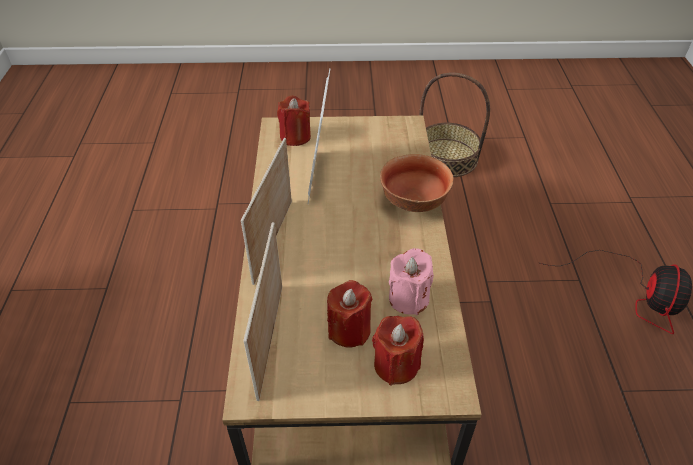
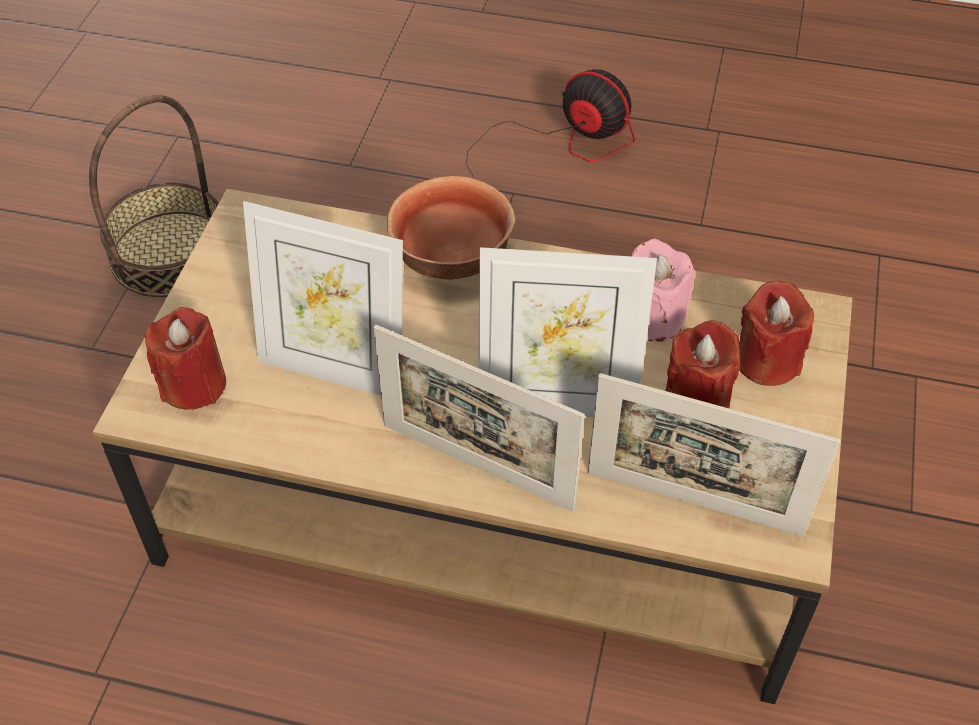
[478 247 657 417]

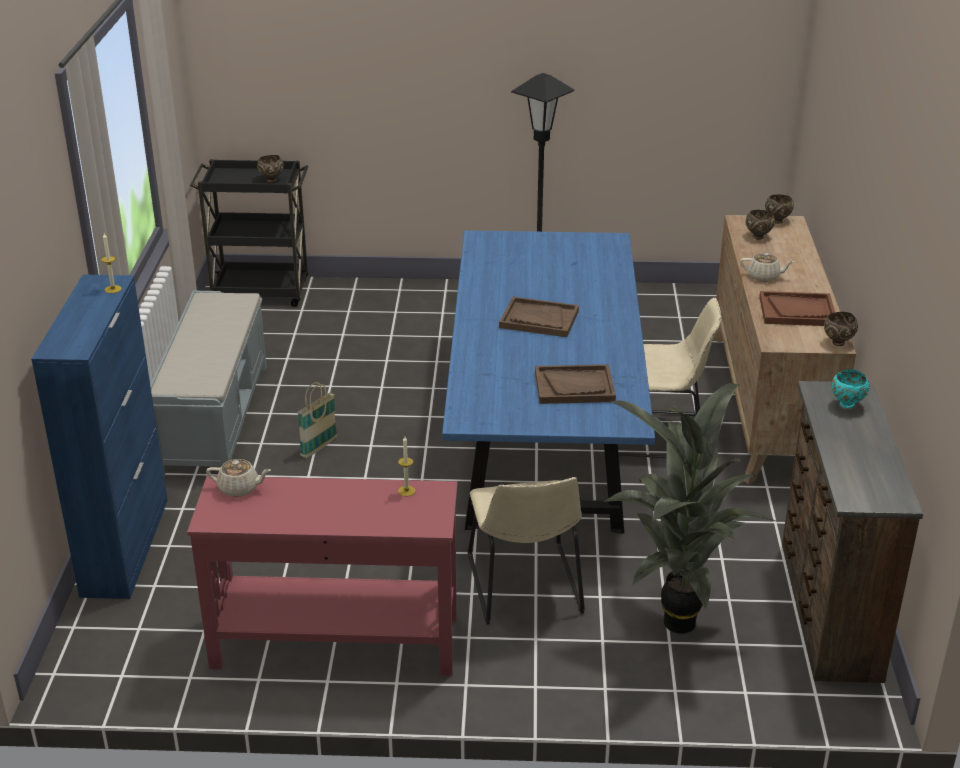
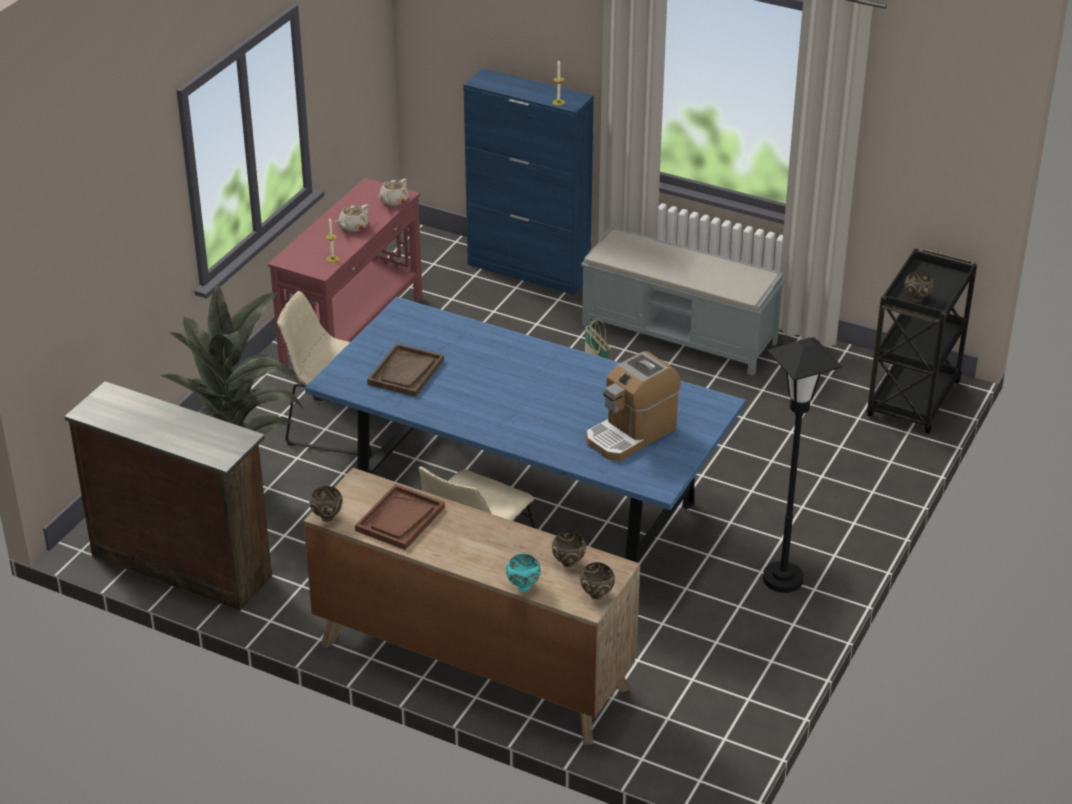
[335 204 369 232]
[499 297 579 337] (first image)
[506 554 541 591]
[586 351 681 461]

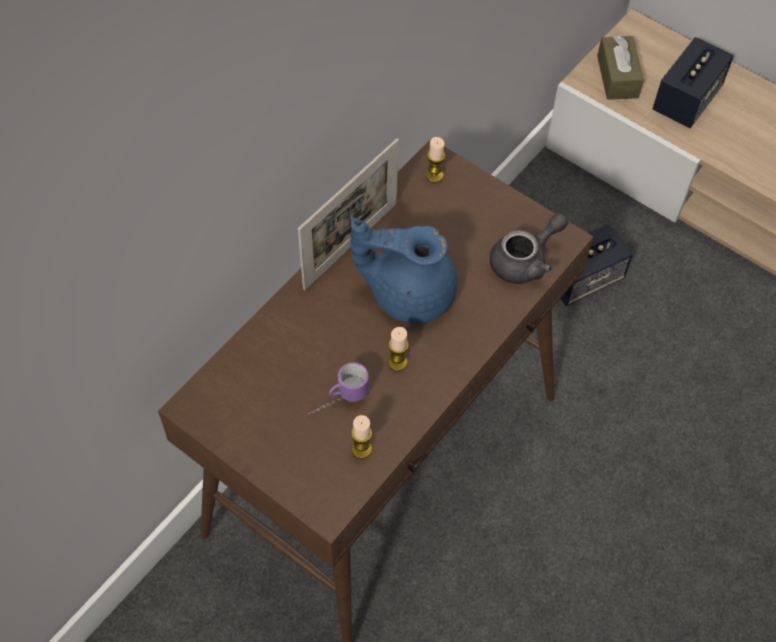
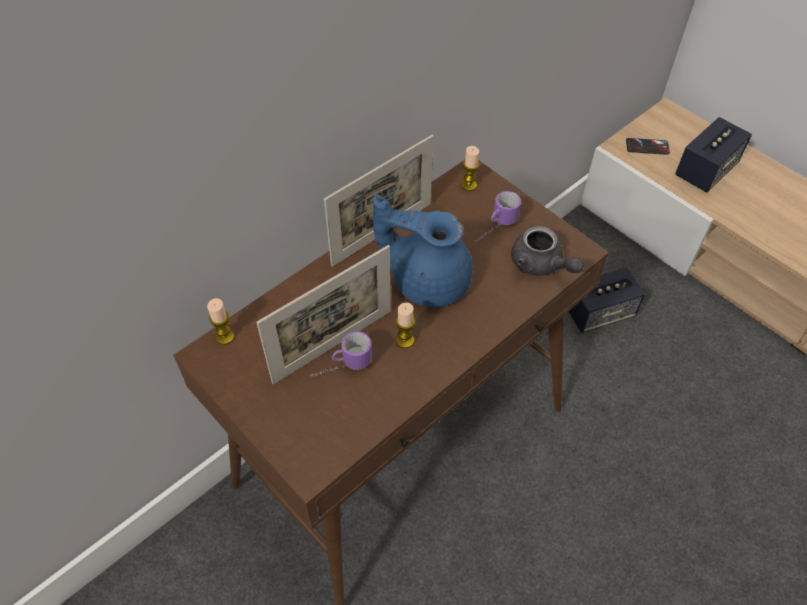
[626 138 670 155]
[511 226 584 276]
[207 298 234 345]
[475 191 521 243]
[256 245 391 384]

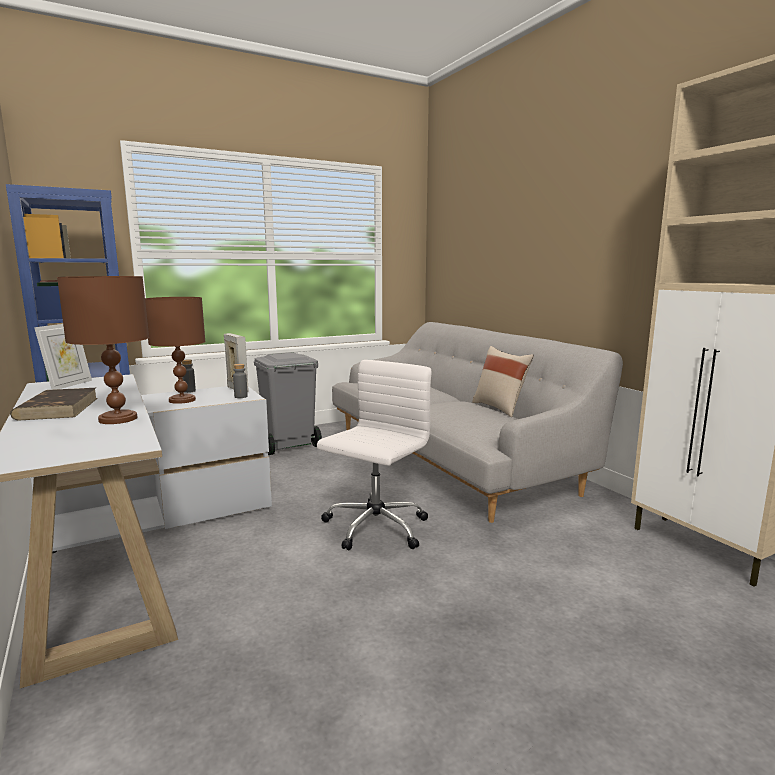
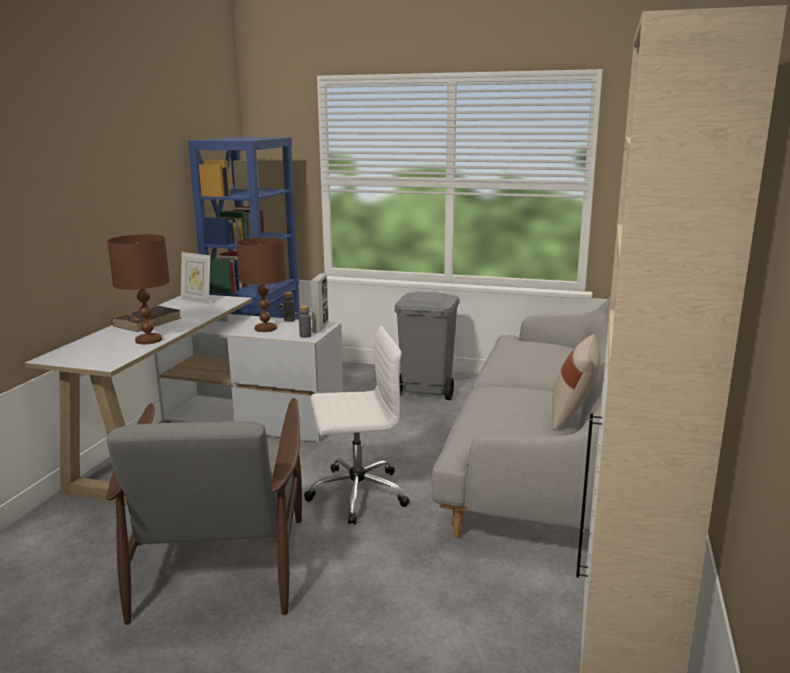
[181 252 210 304]
[106 398 302 625]

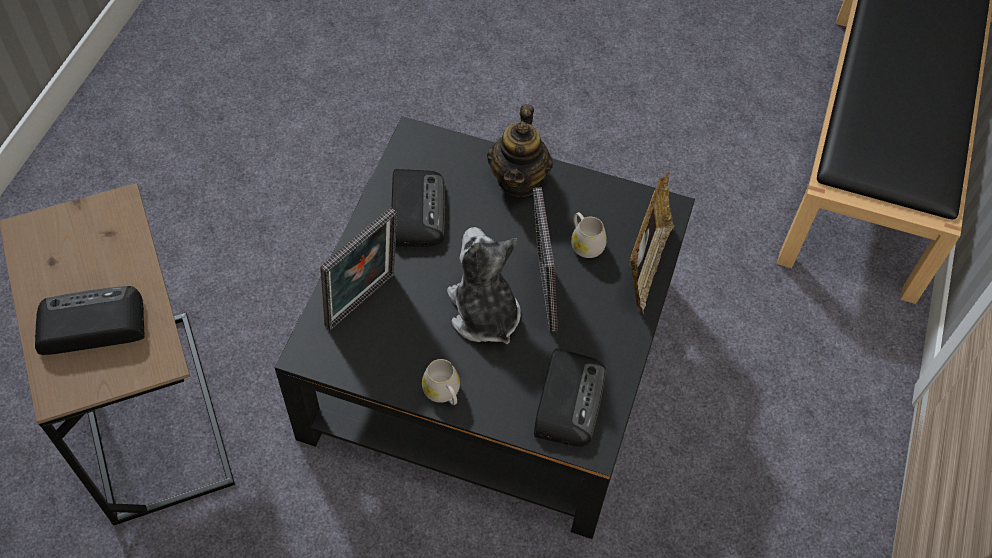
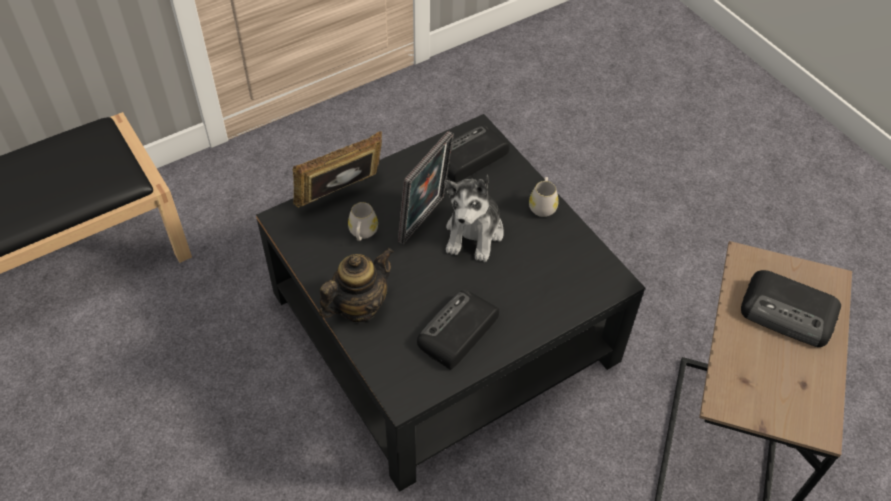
[320 207 397 330] (first image)

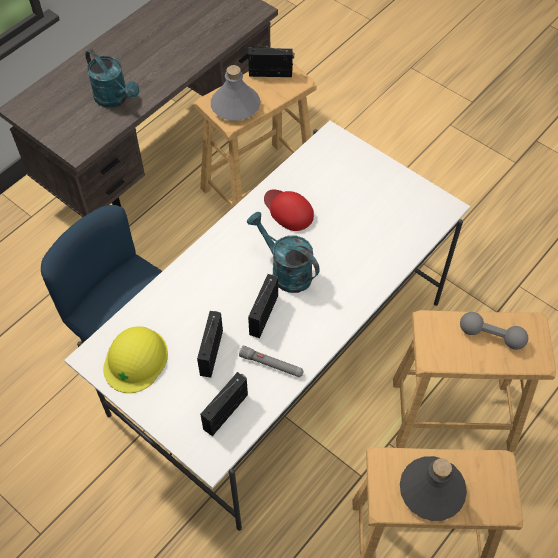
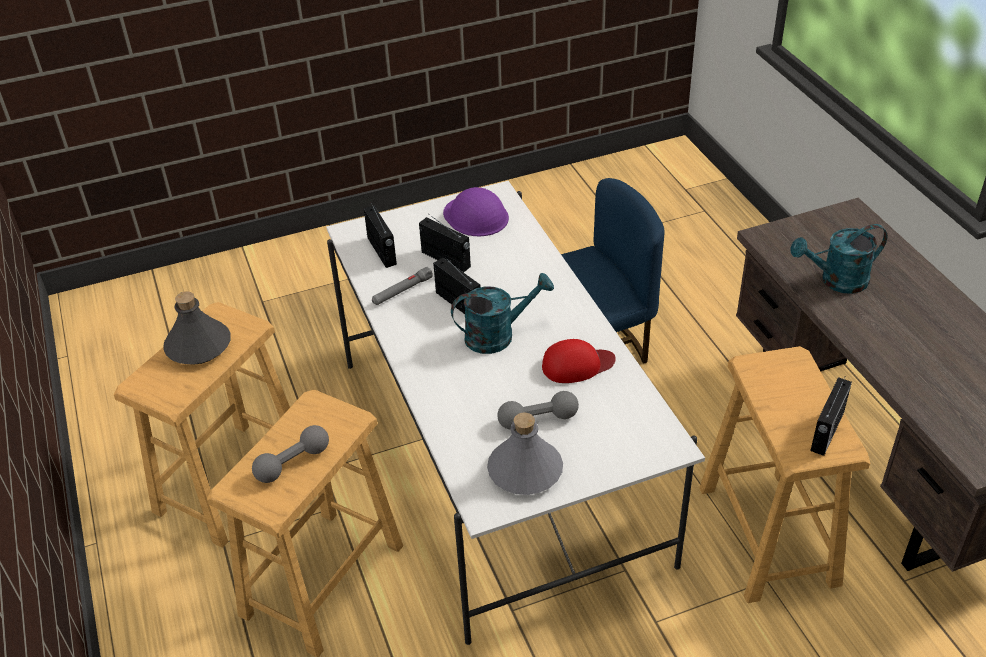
[487 413 563 495]
[443 187 509 236]
[497 391 579 430]

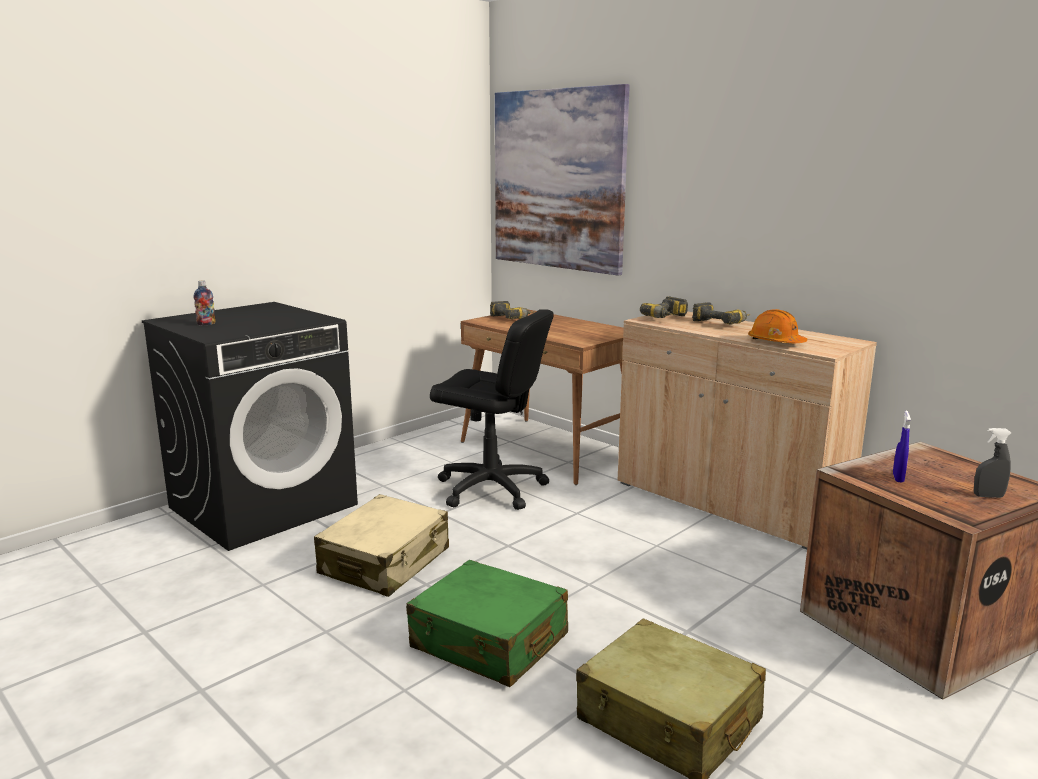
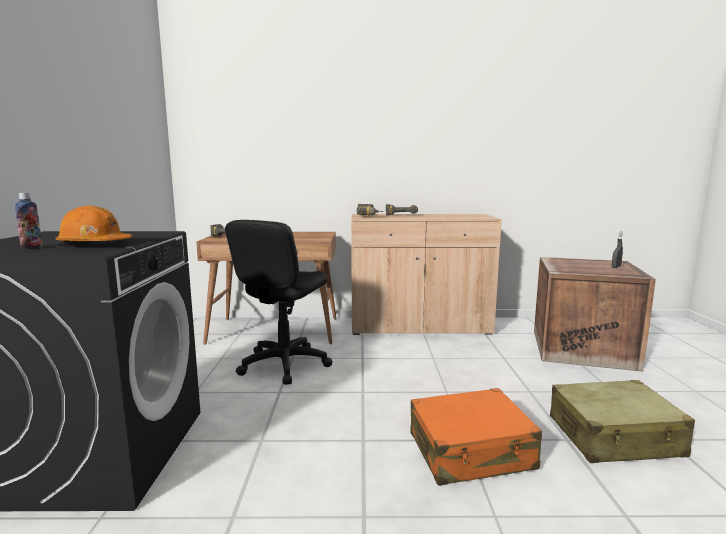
[495 84 630 275] (first image)
[225 220 333 385]
[56 205 132 245]
[893 410 911 482] (first image)
[314 494 449 597] (first image)
[410 388 542 486]

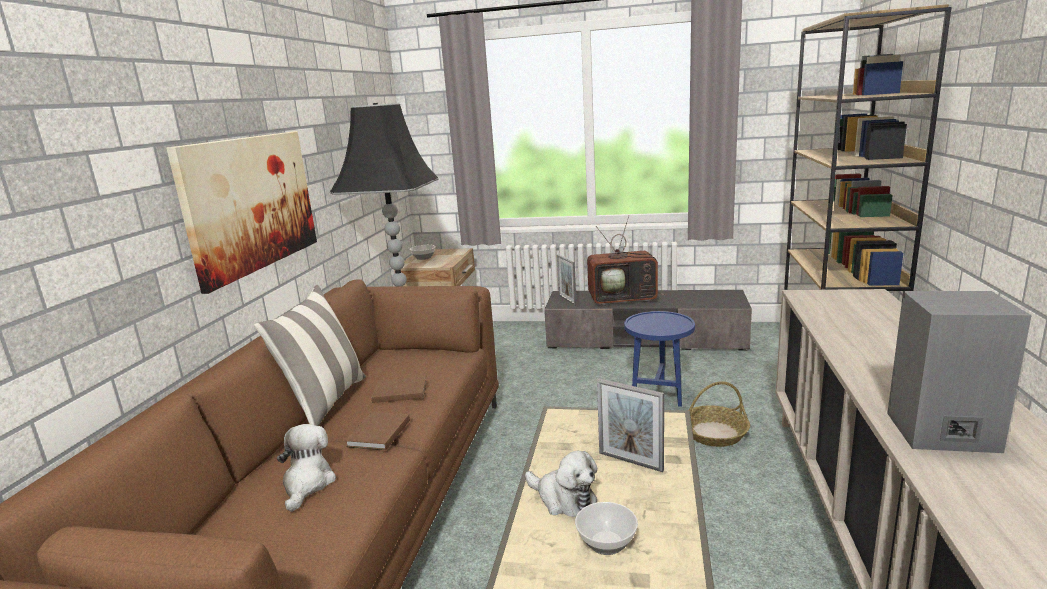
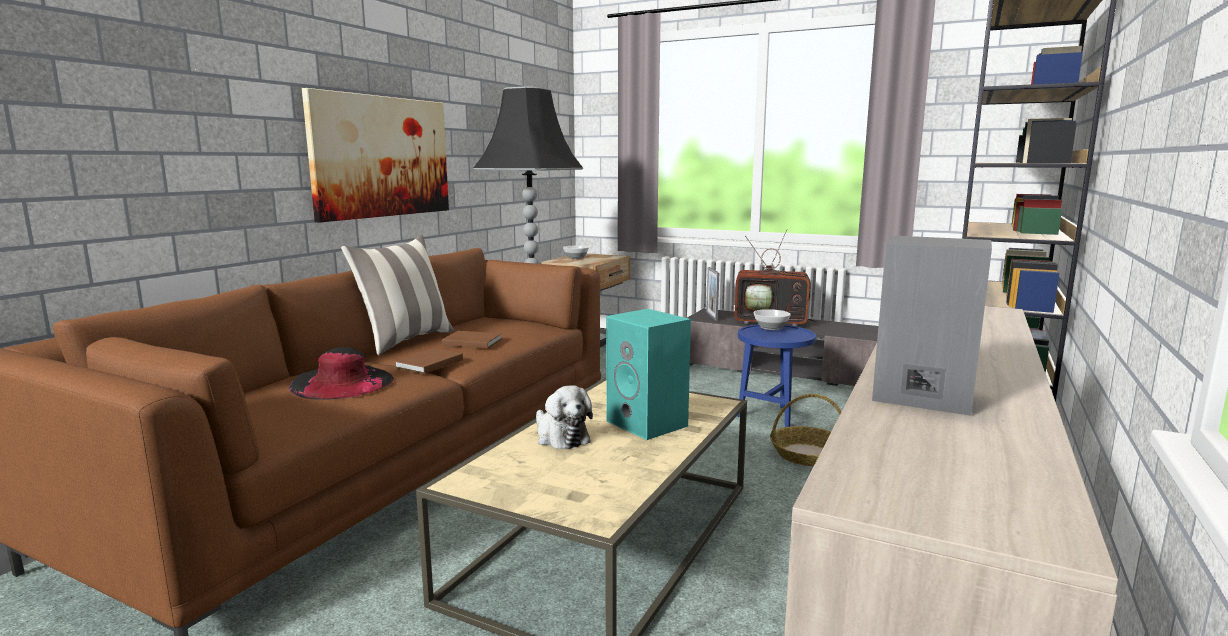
[606 309 691 440]
[288 347 394 400]
[754 309 791 330]

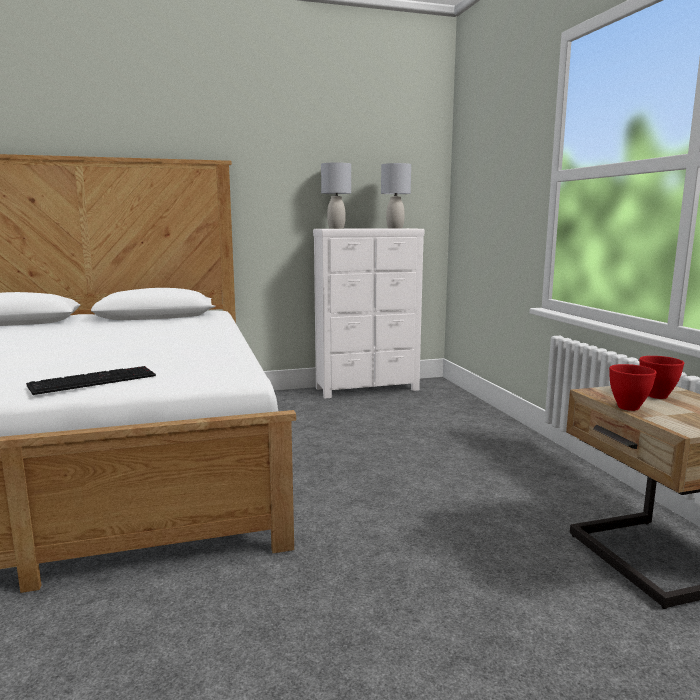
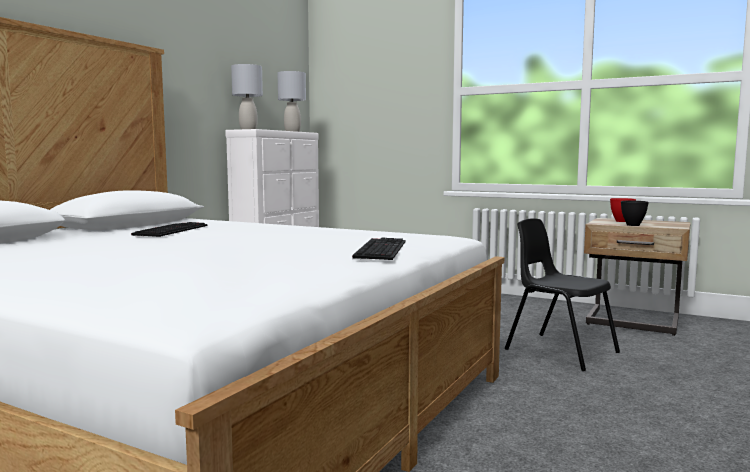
[621 201 649 226]
[505 218 620 371]
[131 222 207 237]

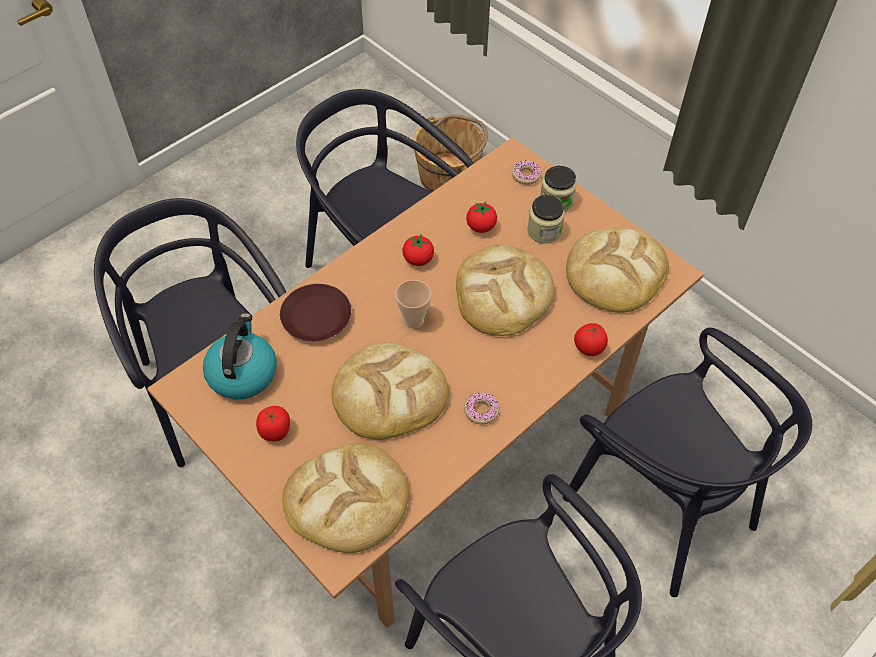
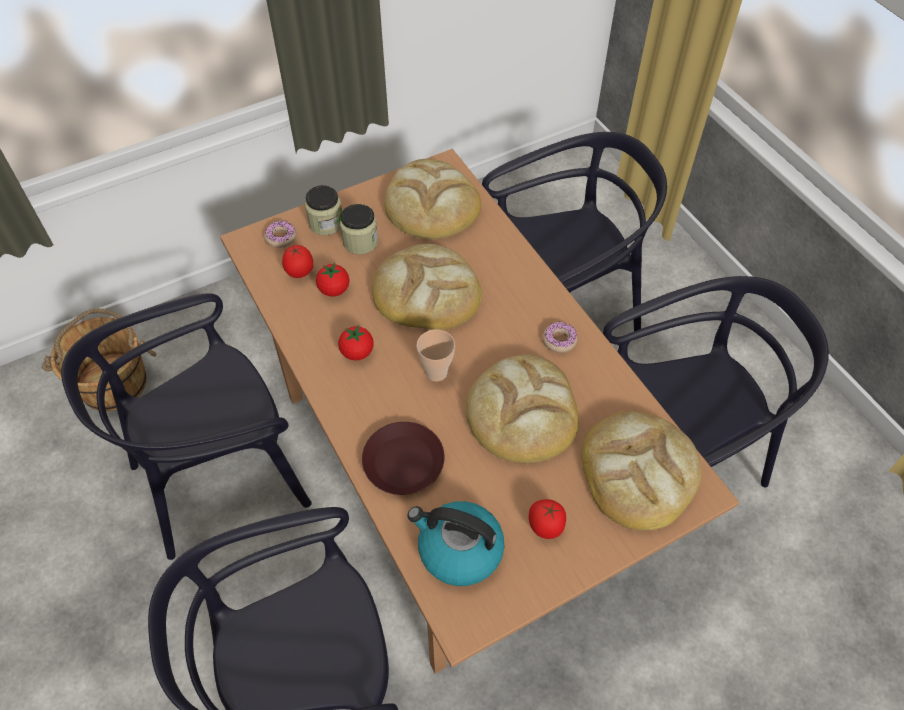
[282 245 313 278]

